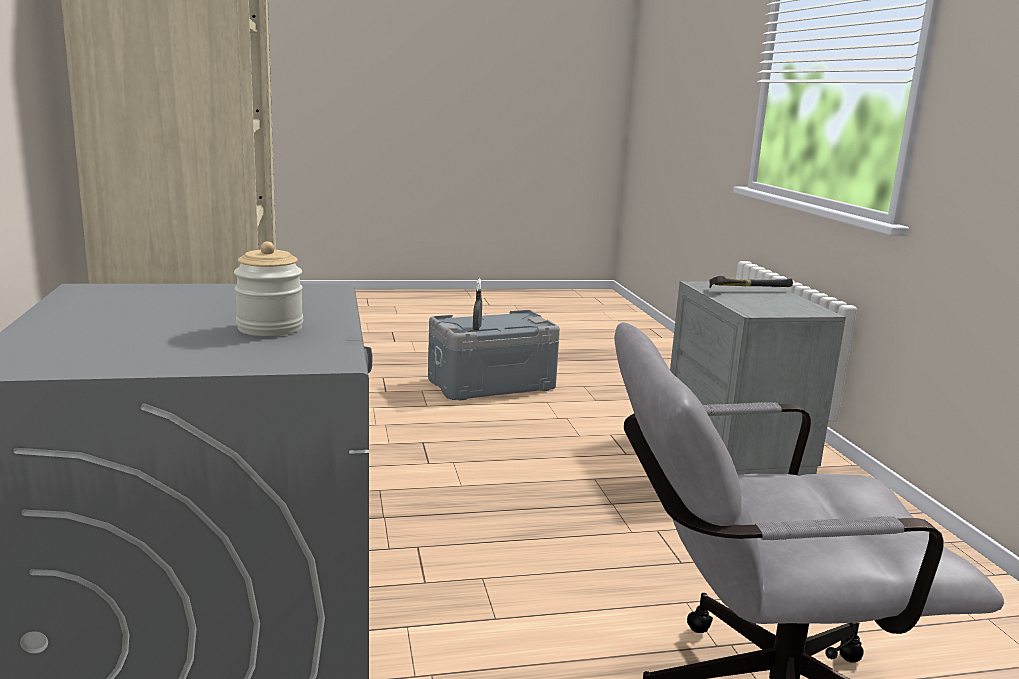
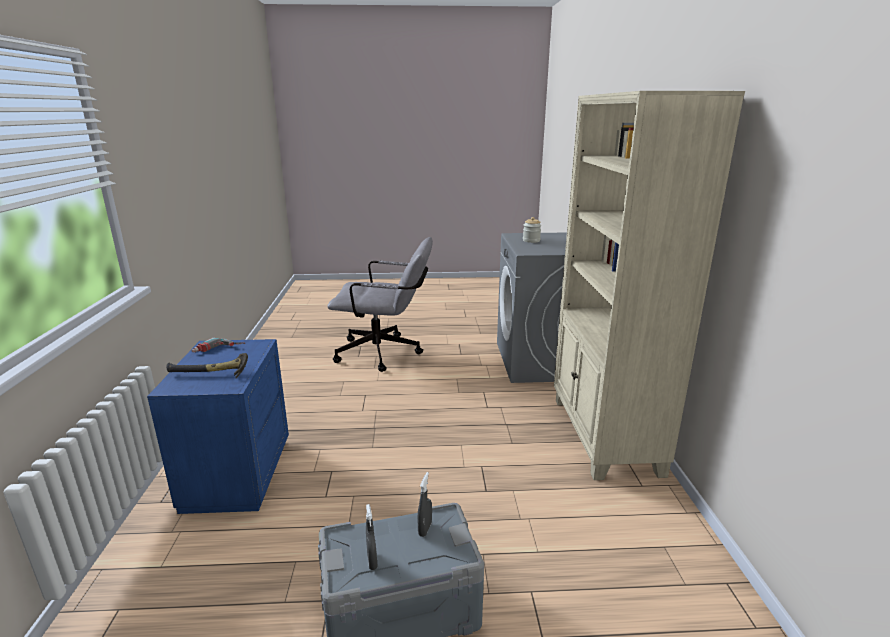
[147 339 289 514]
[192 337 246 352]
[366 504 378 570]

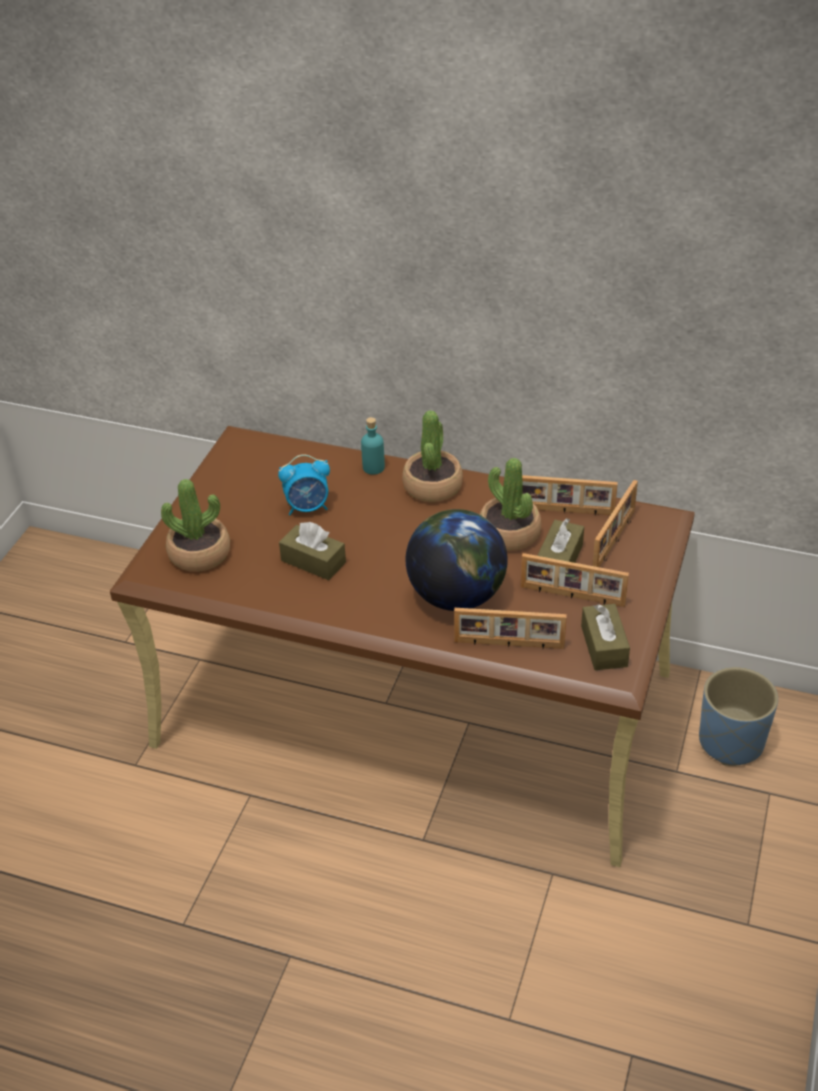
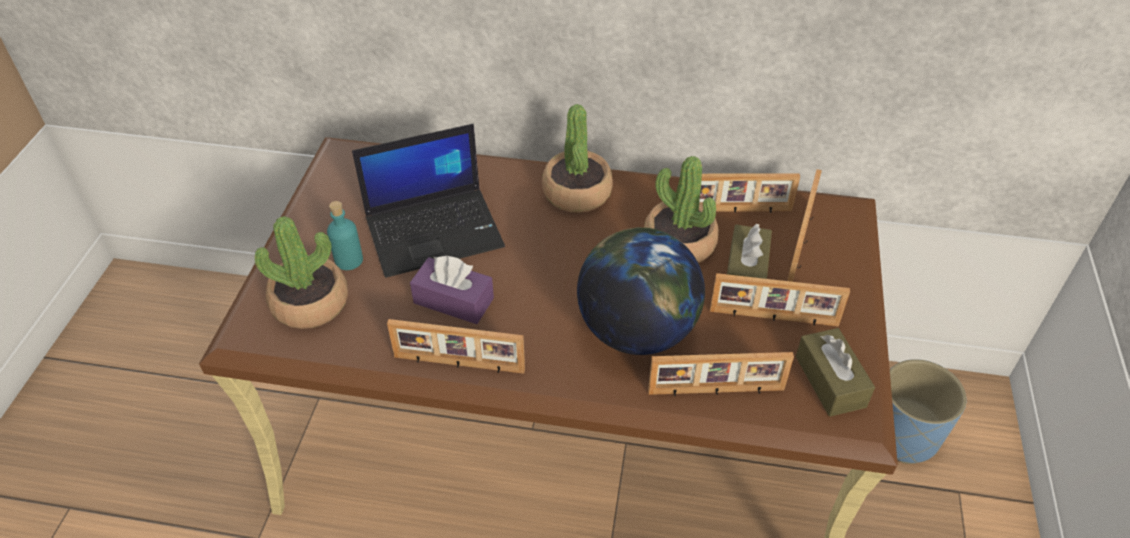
[327 201 363 270]
[352 124 505 278]
[410 256 494 324]
[387 319 525 374]

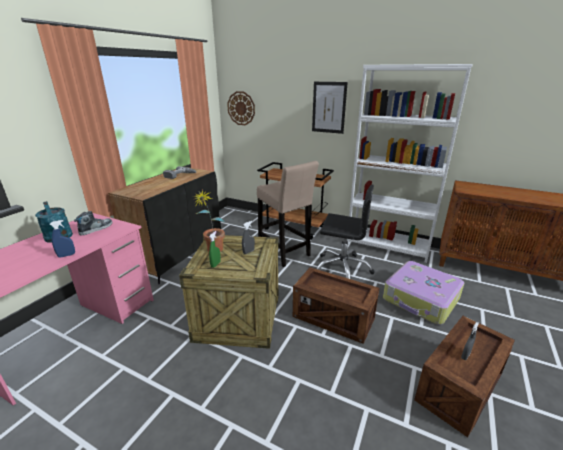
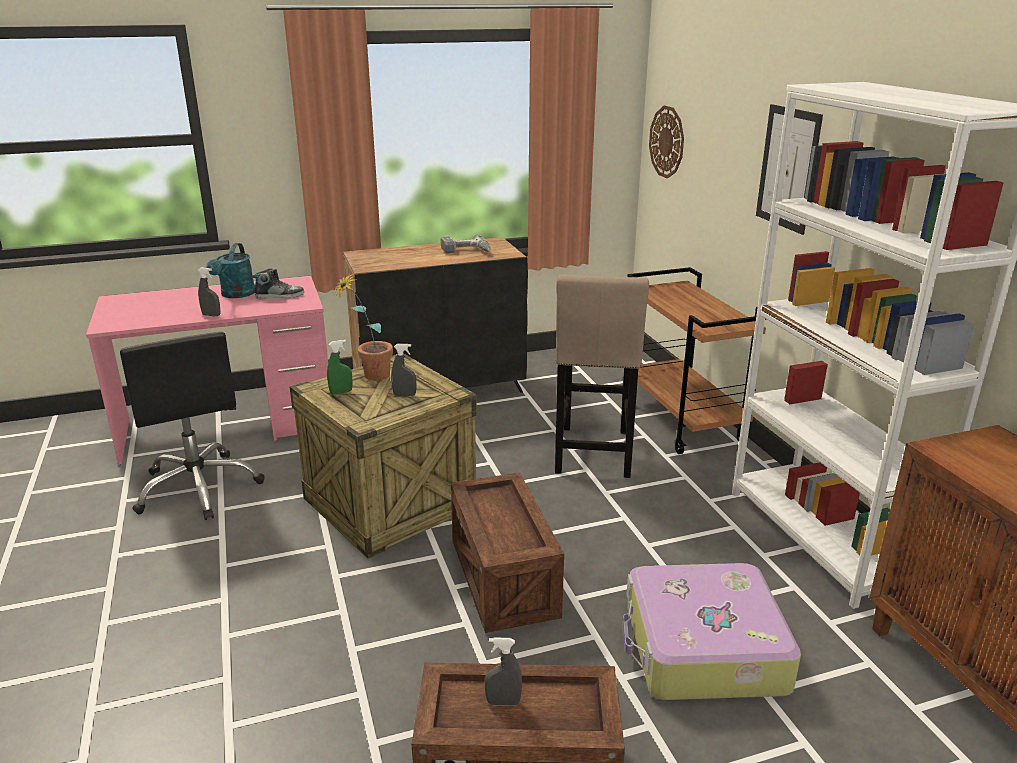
[120 332 265 520]
[198 268 220 316]

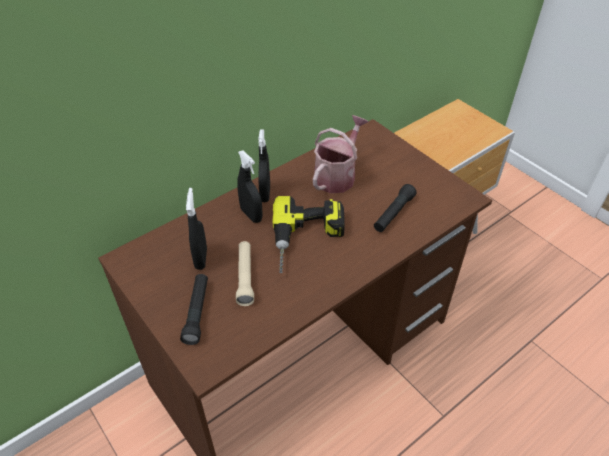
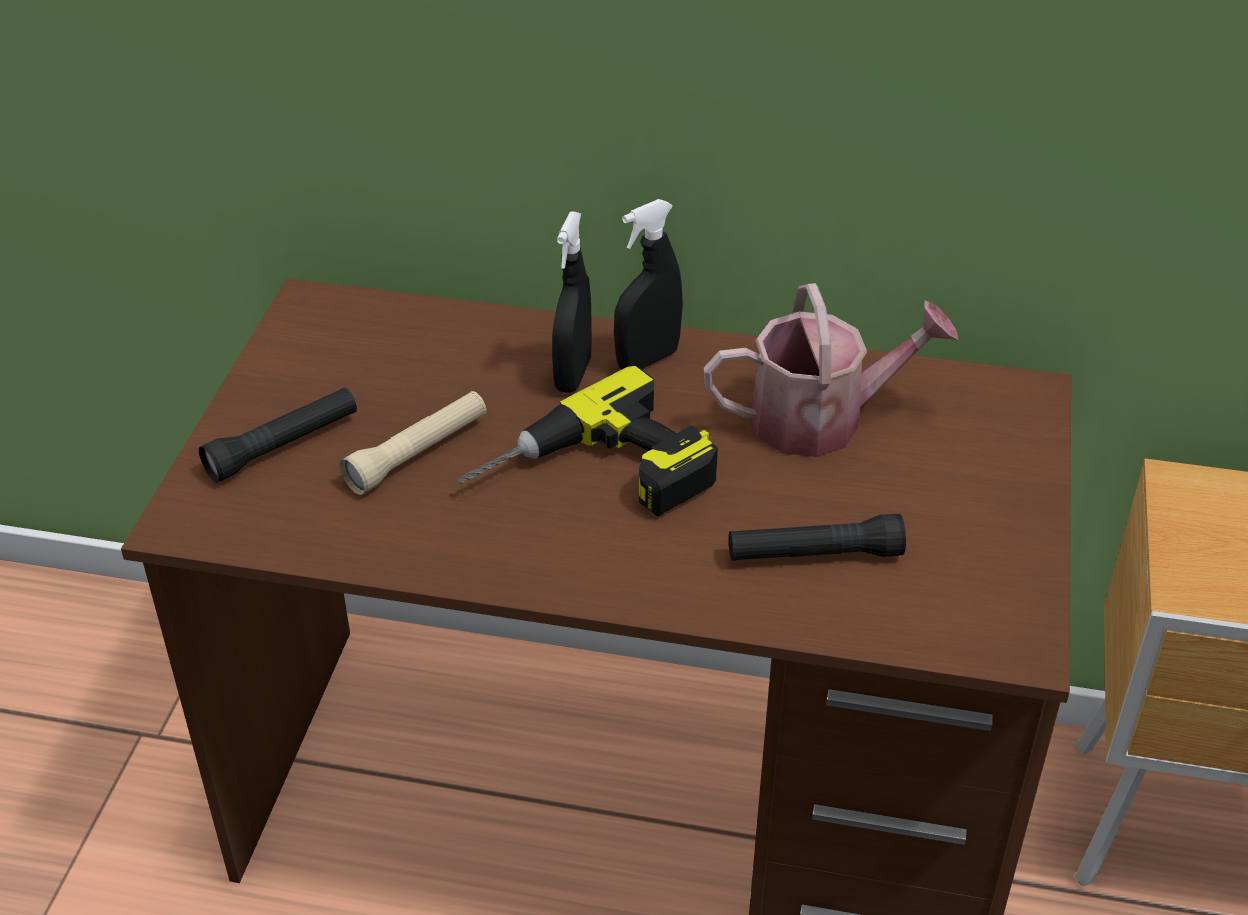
[186 188 207 270] (first image)

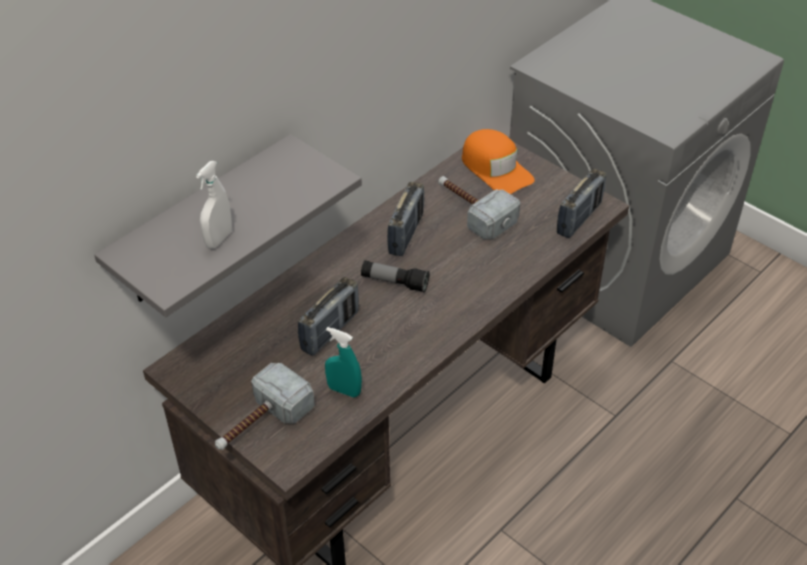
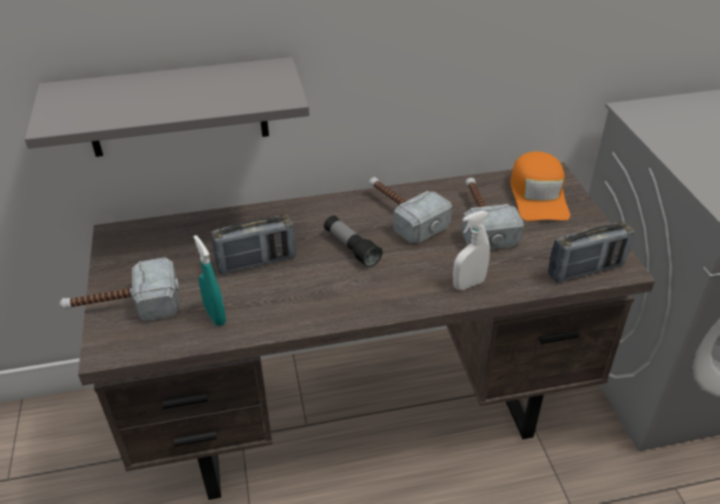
[453 211 490 290]
[369 177 452 243]

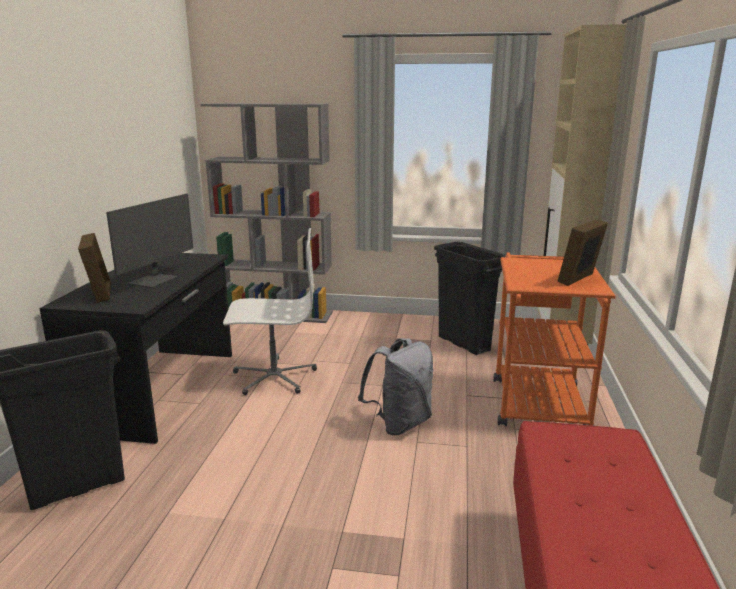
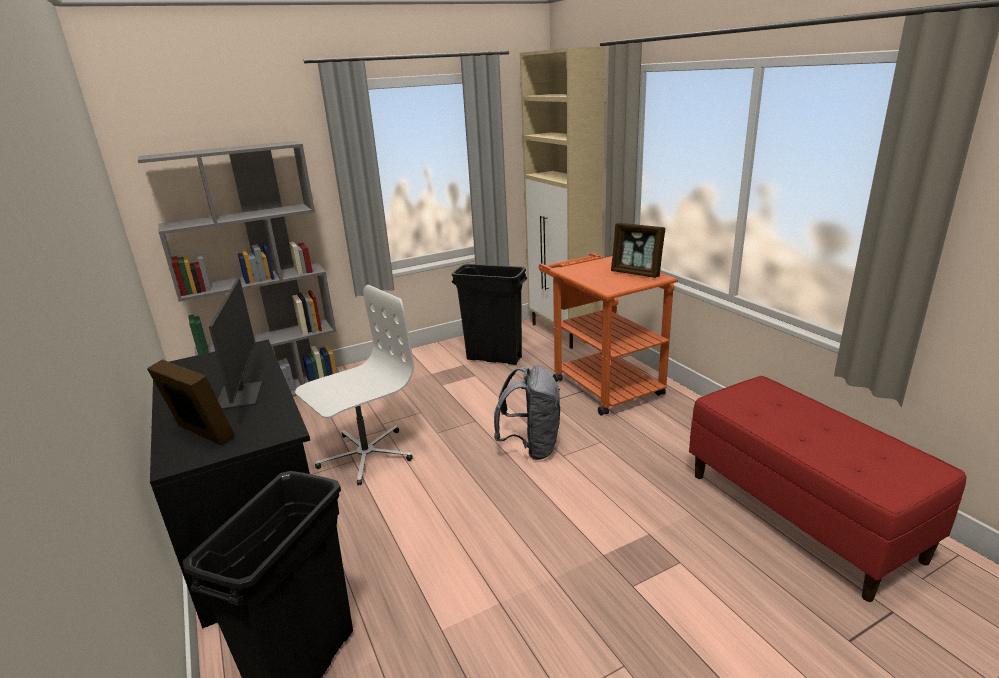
[611 223 666 278]

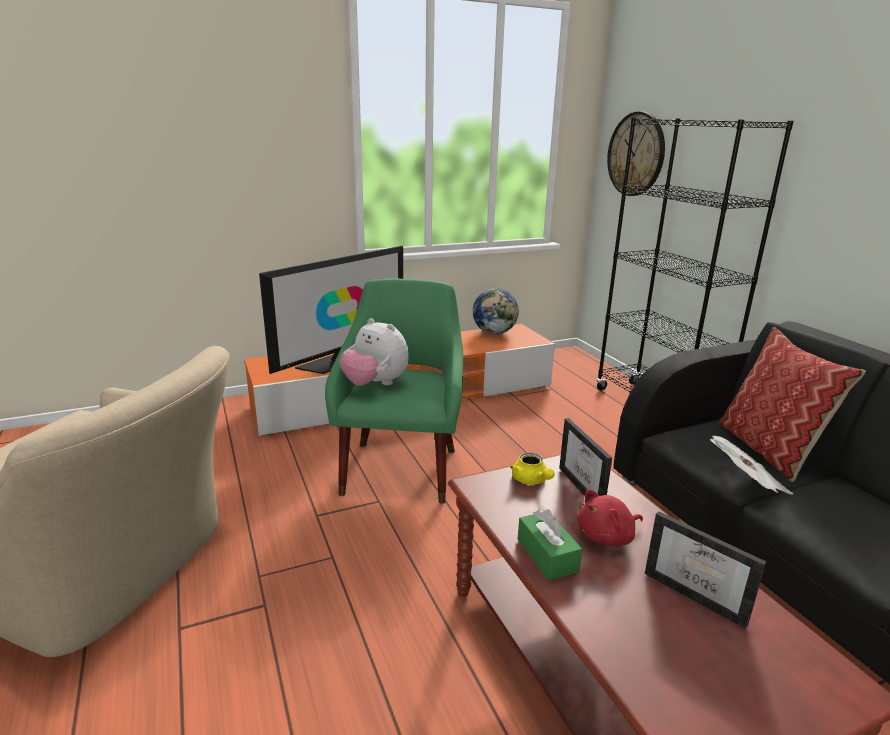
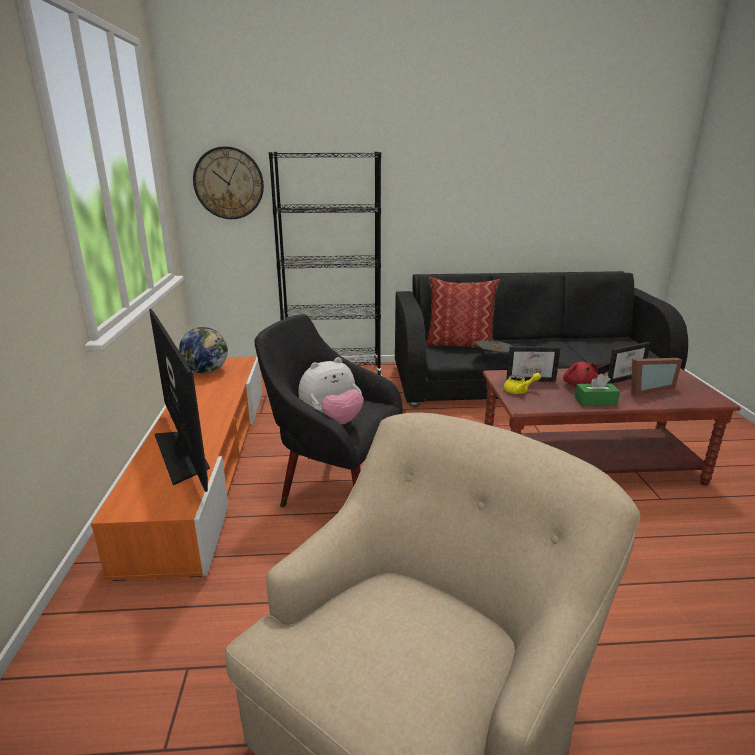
[254 314 403 508]
[631 358 682 396]

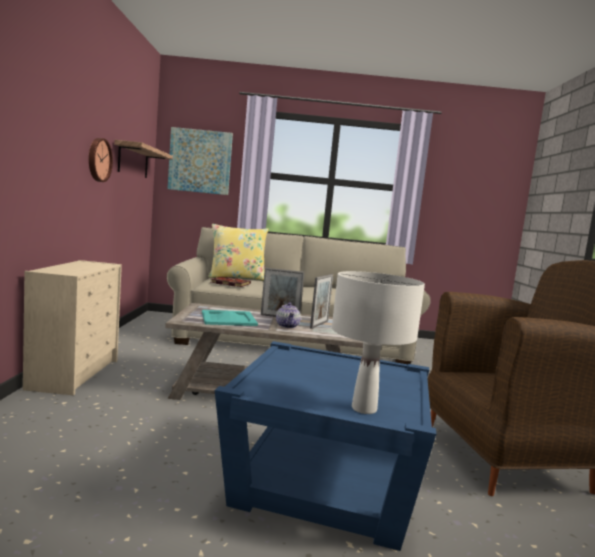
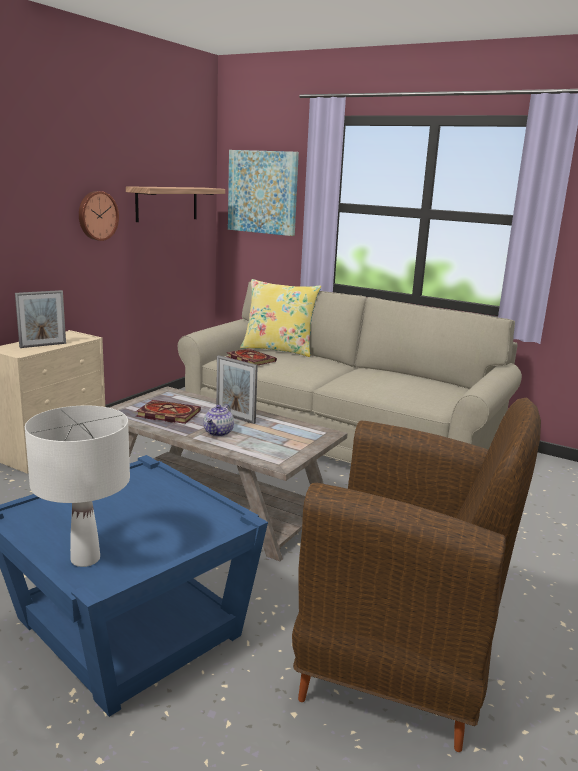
[15 290 66 348]
[136 400 201 424]

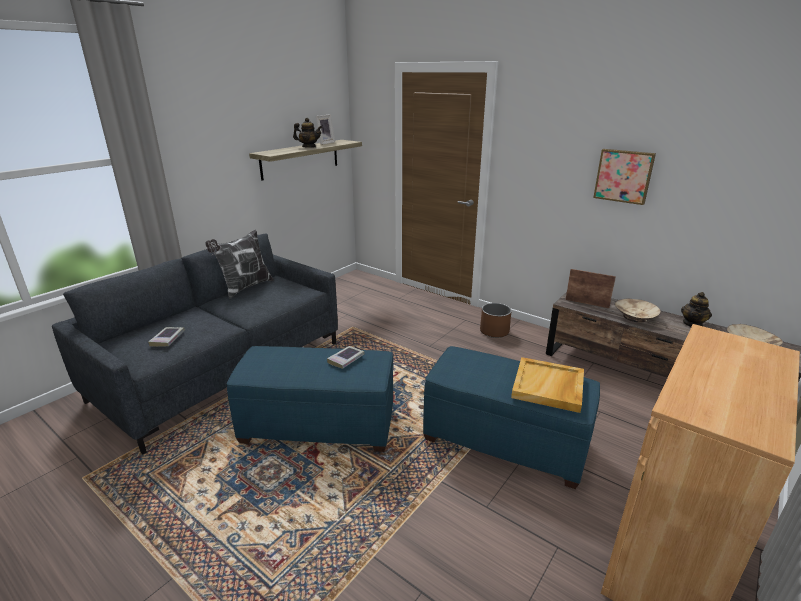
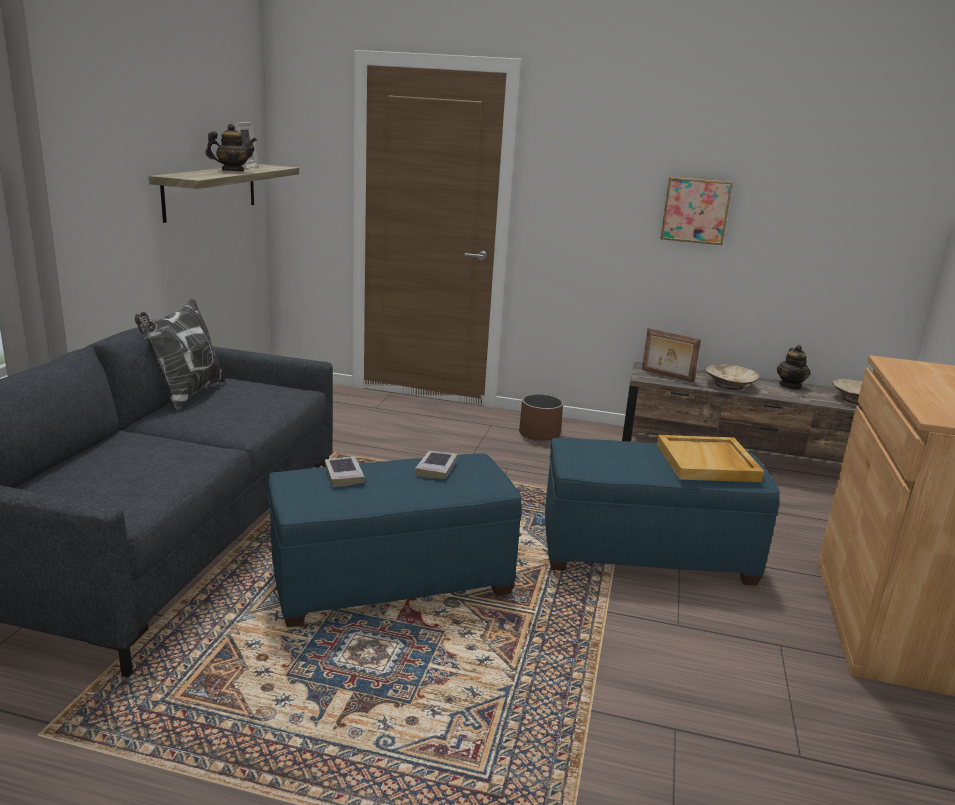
[642 328 701 382]
[325 456 365 487]

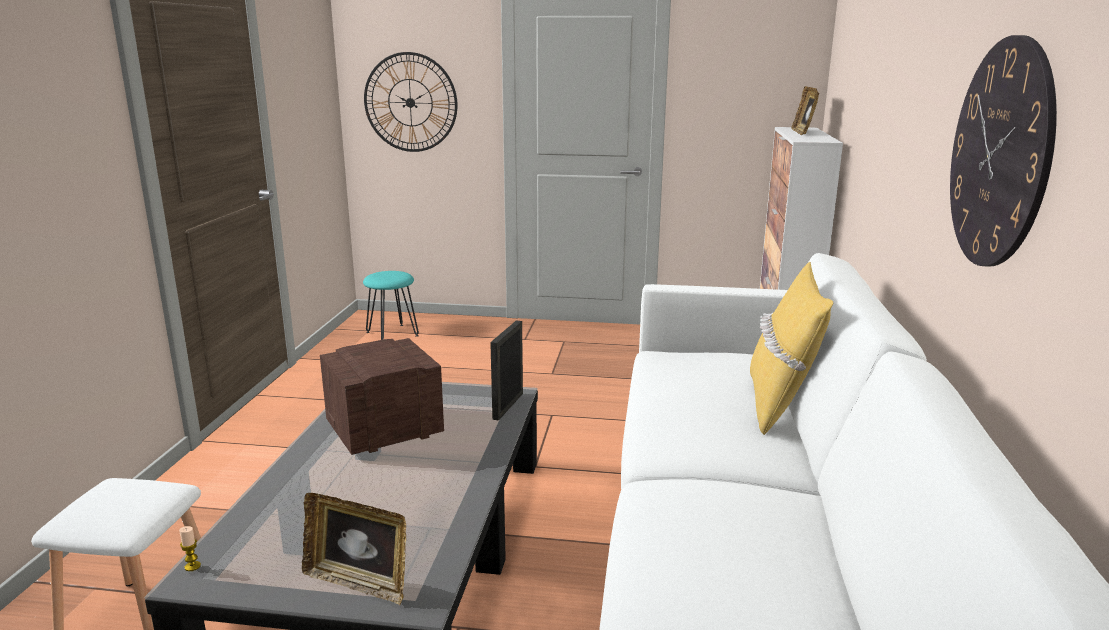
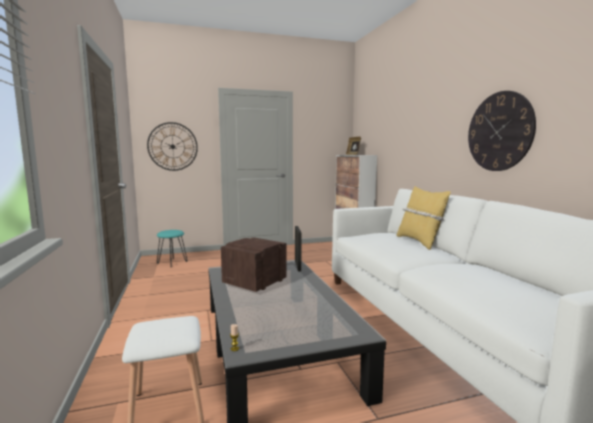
[302 493 406 605] (first image)

